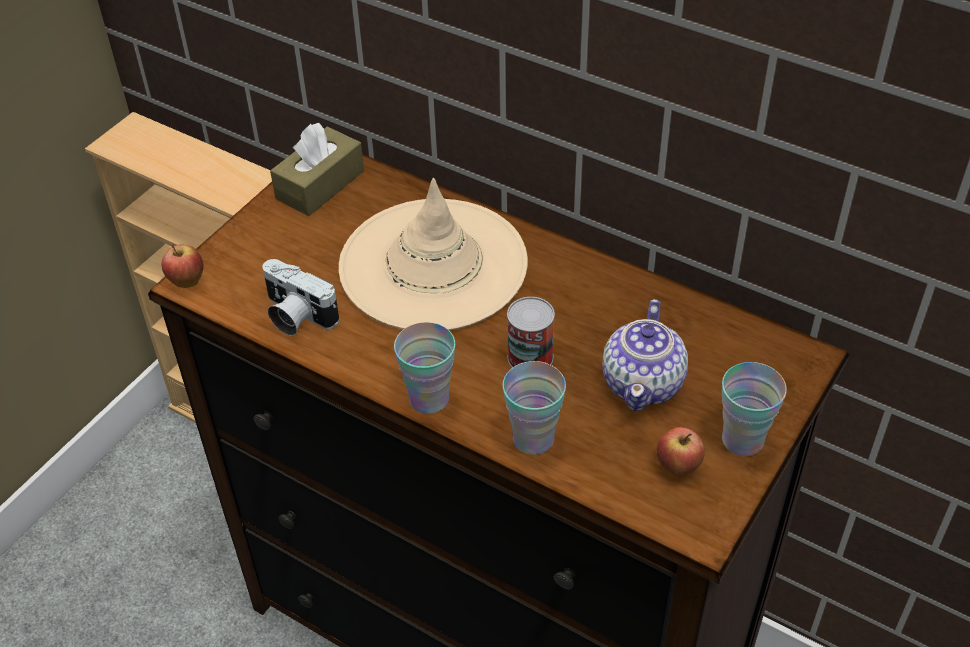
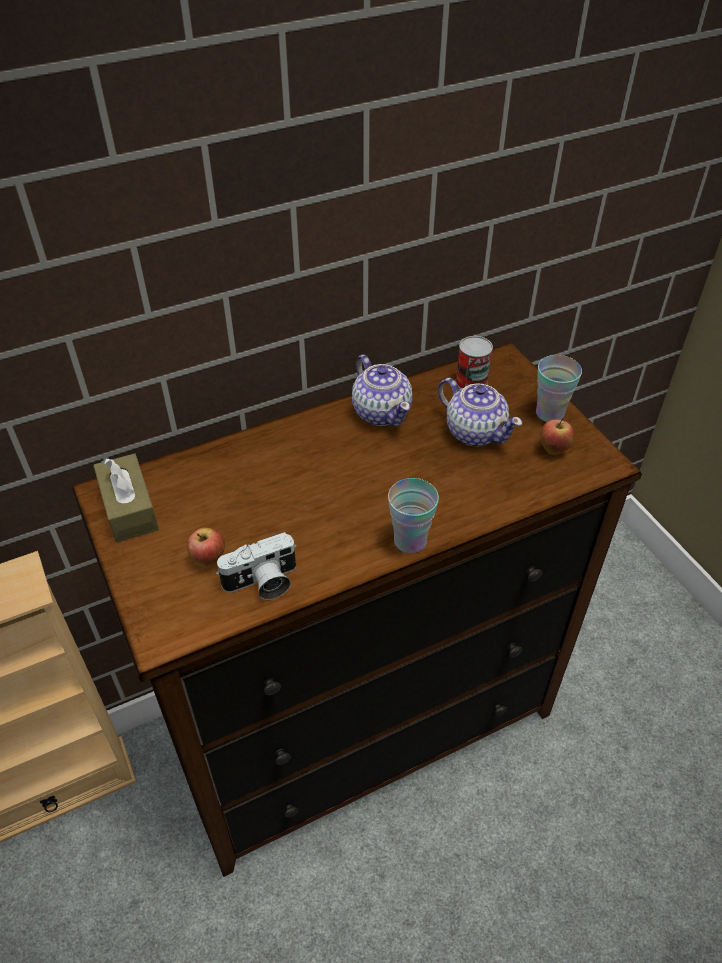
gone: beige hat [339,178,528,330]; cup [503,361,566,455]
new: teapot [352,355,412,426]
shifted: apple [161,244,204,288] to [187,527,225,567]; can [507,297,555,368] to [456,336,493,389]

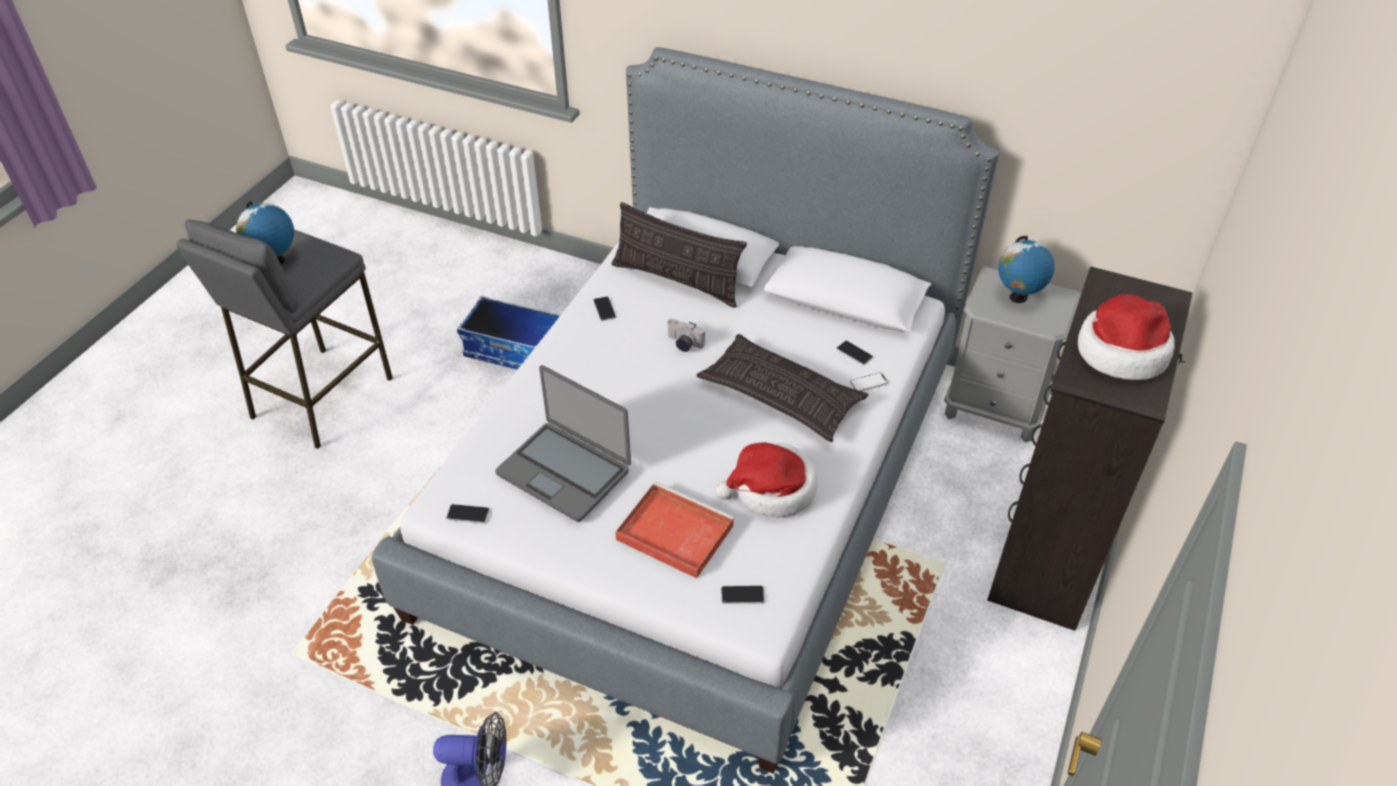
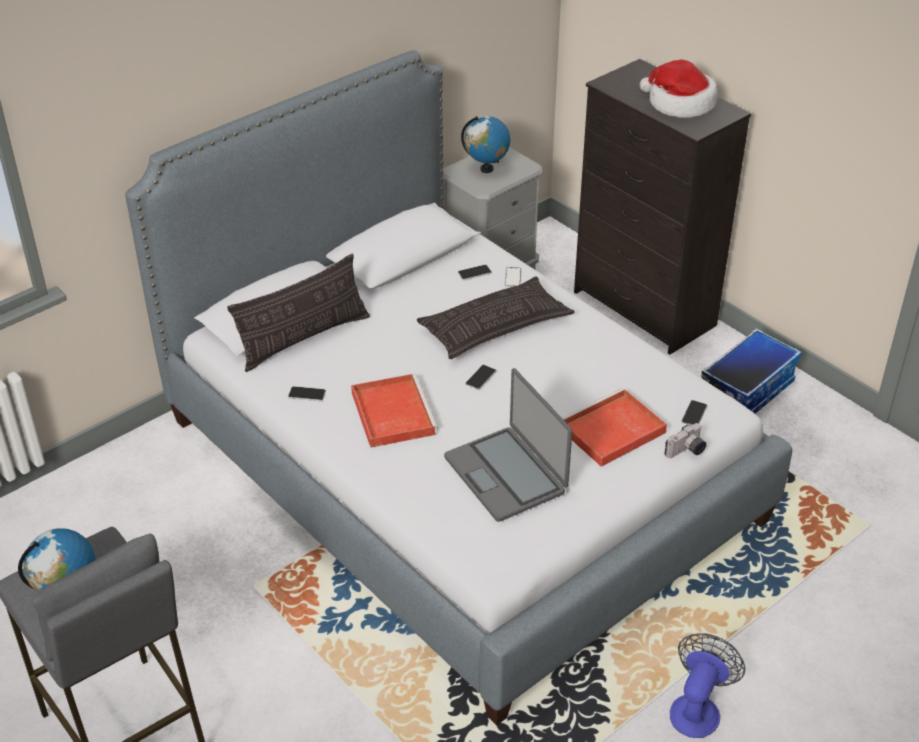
gone: hat [716,442,817,517]
new: red tray [351,374,438,448]
shifted: phone [446,504,489,523] to [465,365,496,390]; storage box [457,296,561,370] to [701,328,802,414]; photo camera [667,319,705,352] to [664,423,706,458]
rotated: laptop [495,365,631,522] = [444,368,572,522] 90 degrees clockwise

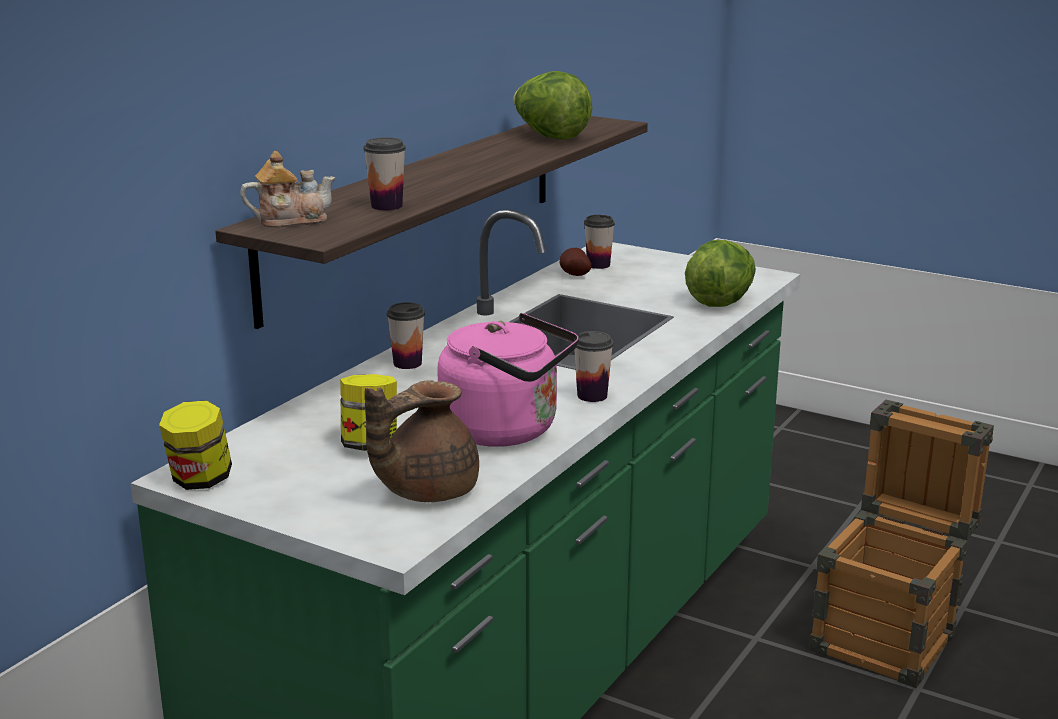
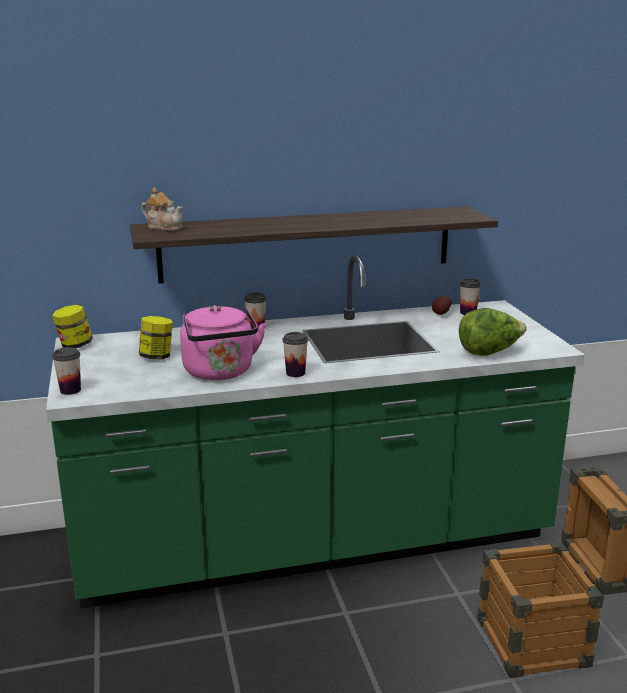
gone: brown teapot [365,380,479,502]; lettuce [513,71,592,140]
shifted: cup [363,137,406,210] to [52,347,81,395]

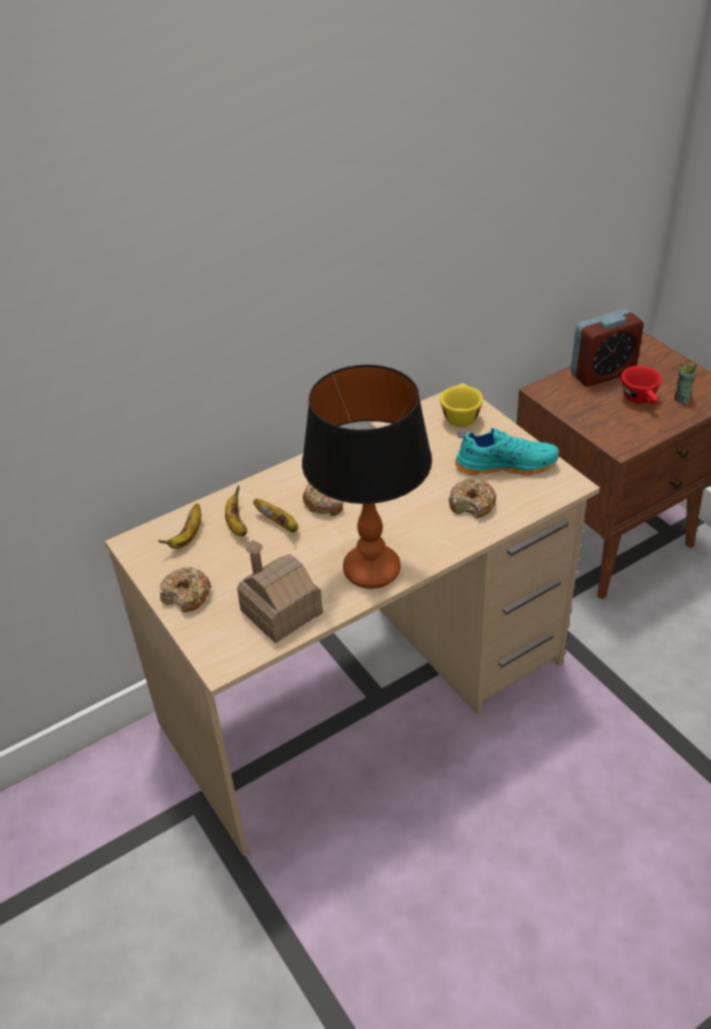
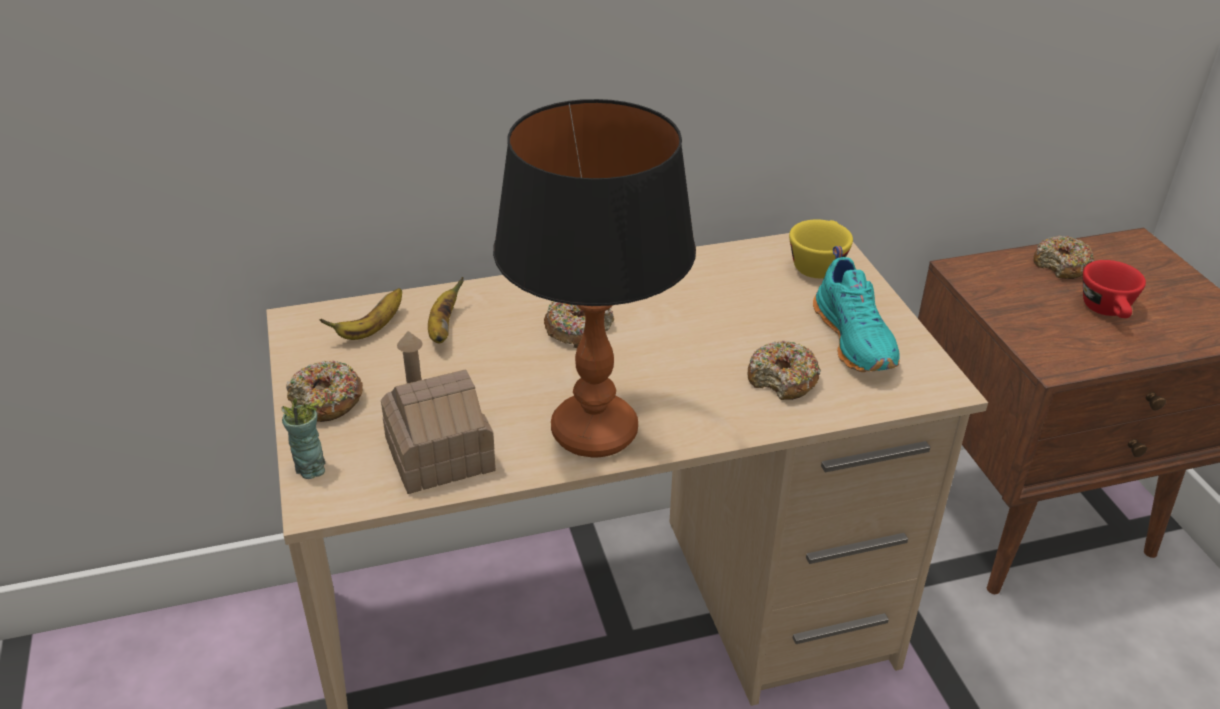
gone: banana [253,499,298,532]
shifted: cup [674,363,697,404] to [281,398,326,479]
swapped: alarm clock [571,309,644,387] to donut [1033,235,1094,279]
rotated: turquoise shoe [455,428,559,476] = [813,246,900,372] 60 degrees clockwise

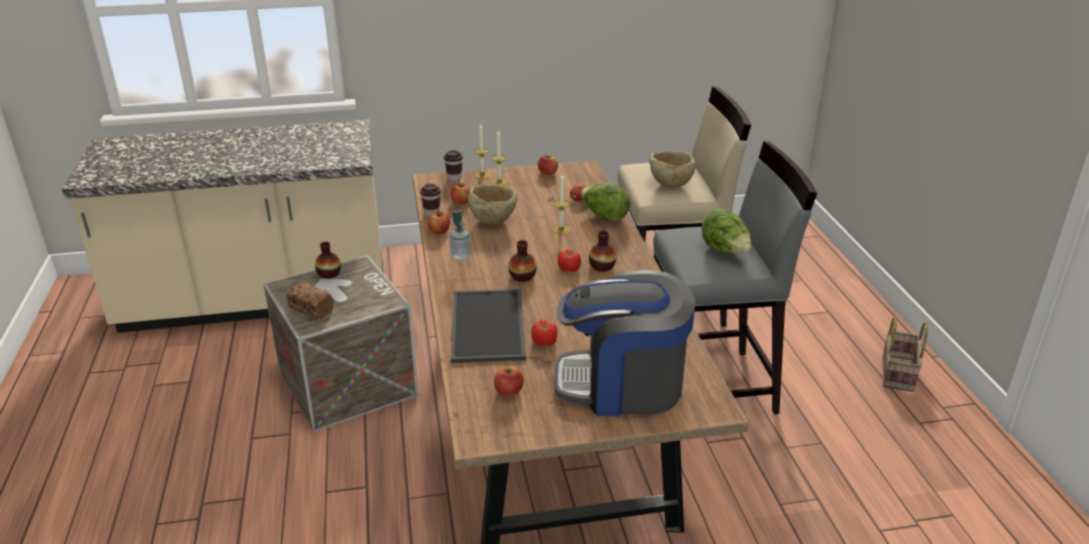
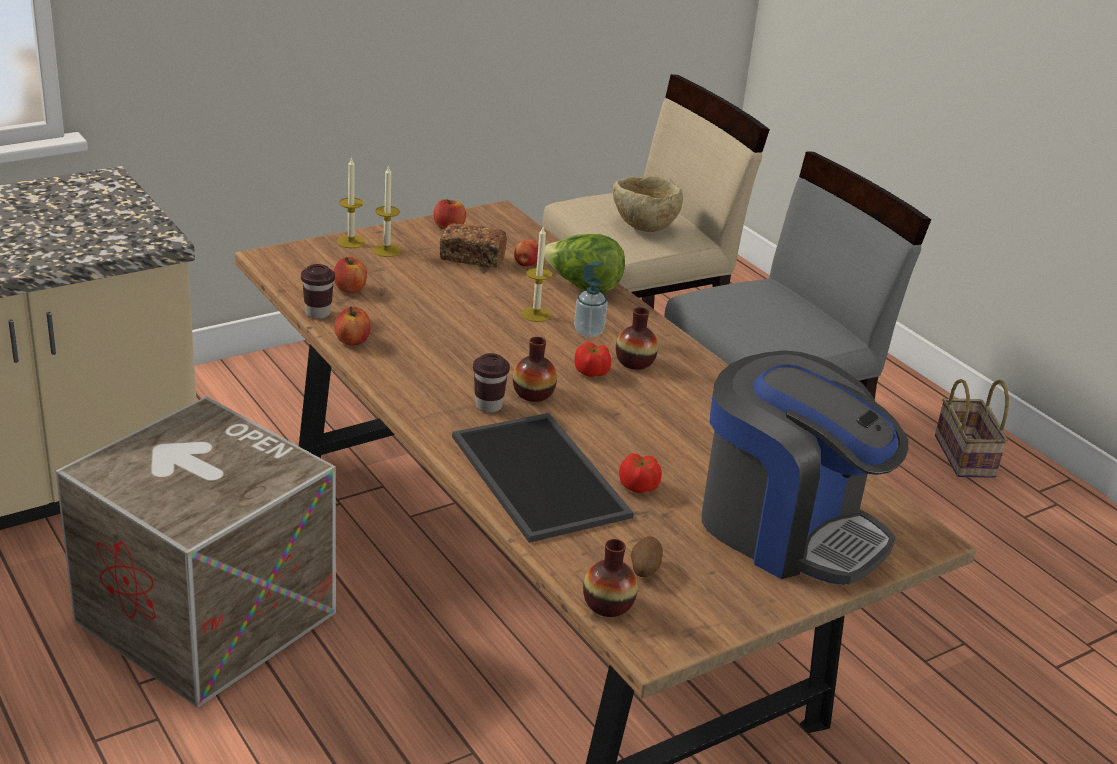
gone: beige bowl [468,184,517,225]; lettuce [702,208,751,253]
shifted: bread [286,283,334,319] to [440,223,507,268]; vase [315,242,341,279] to [583,539,638,617]; brown cup [444,150,463,181] to [473,353,510,413]; soap dispenser [450,210,471,261] to [574,261,608,337]
swapped: apple [494,366,524,397] to potato [631,536,663,577]
rotated: coffee machine [554,270,695,416] = [702,350,908,585] 120 degrees counterclockwise

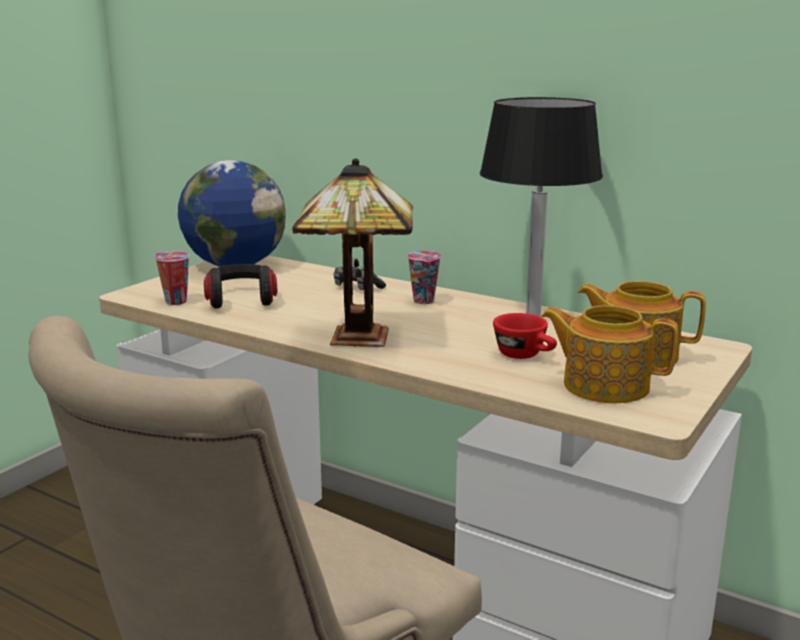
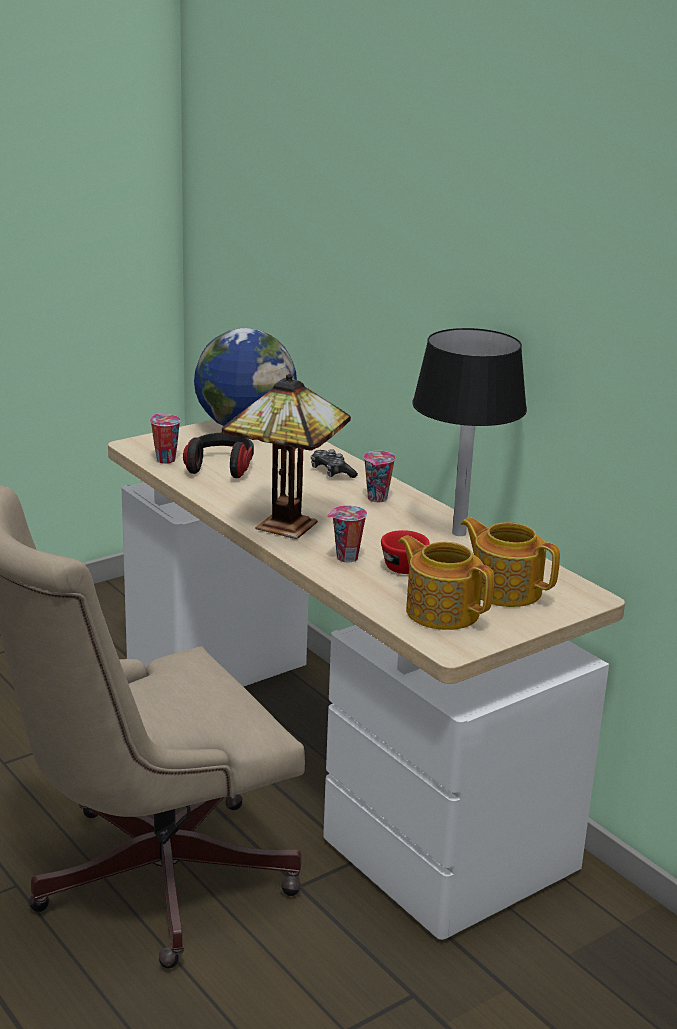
new: cup [327,505,367,562]

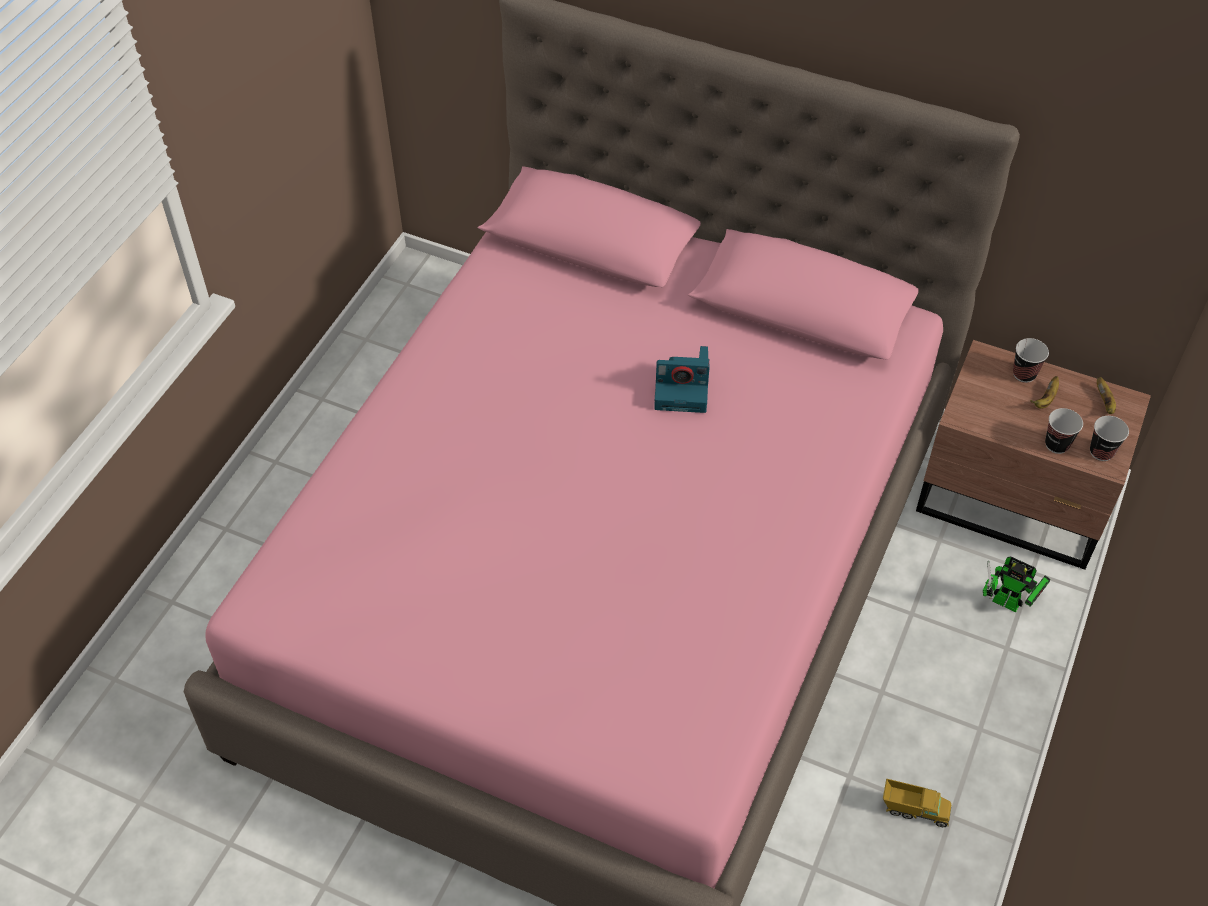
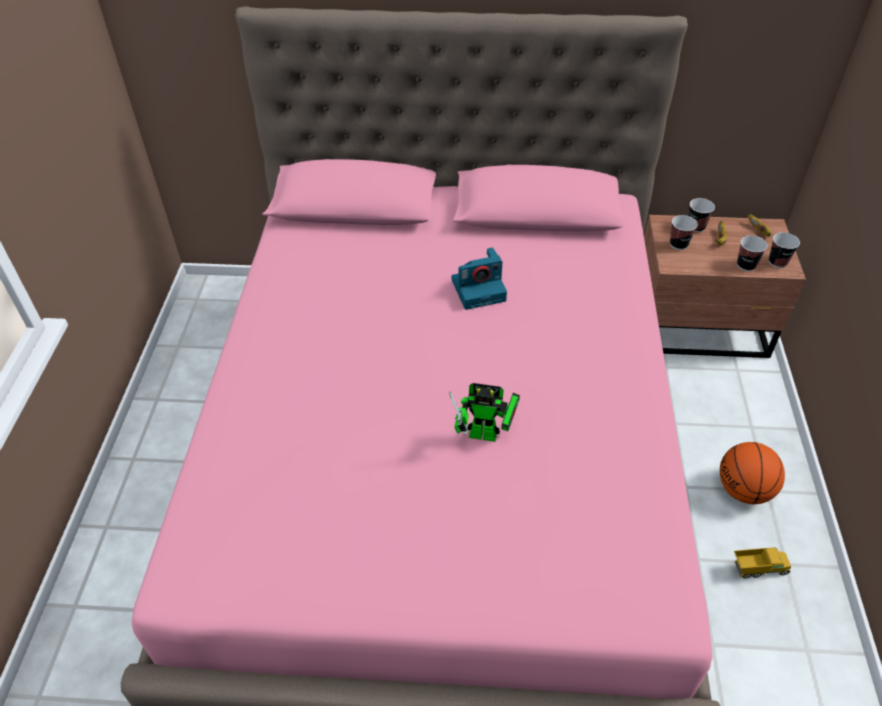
new: cup [670,215,698,250]; basketball [720,442,785,504]
shifted: toy robot [983,557,1050,612] to [449,383,520,442]

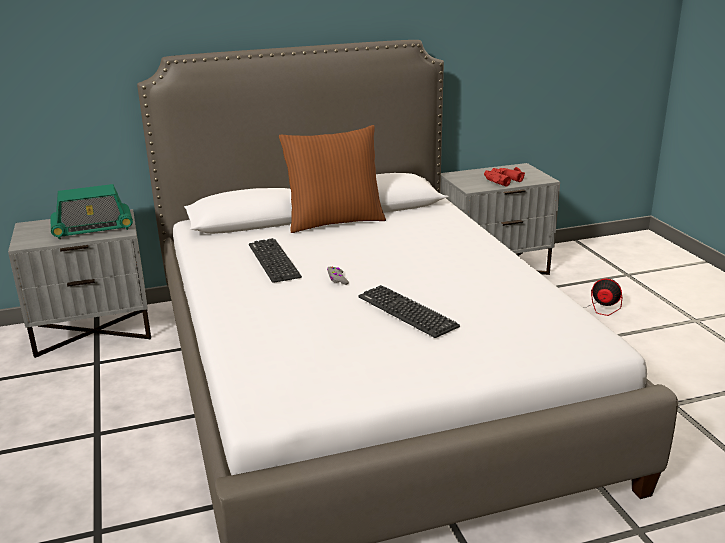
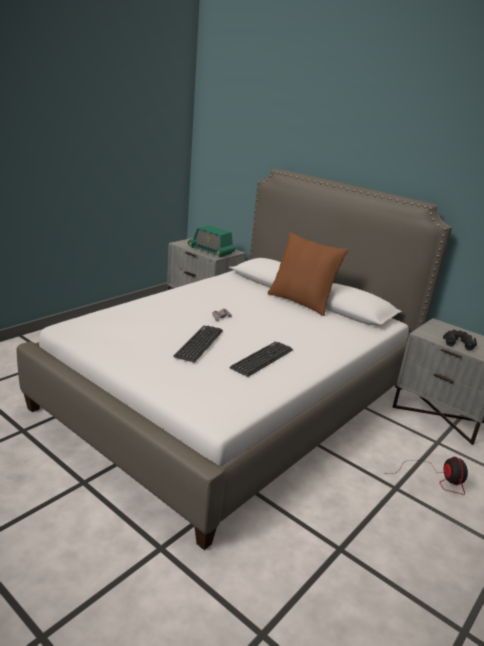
shifted: keyboard [249,238,302,283] to [229,342,293,377]
repainted: red binoculars [484,167,525,186] to black binoculars [443,330,477,350]

